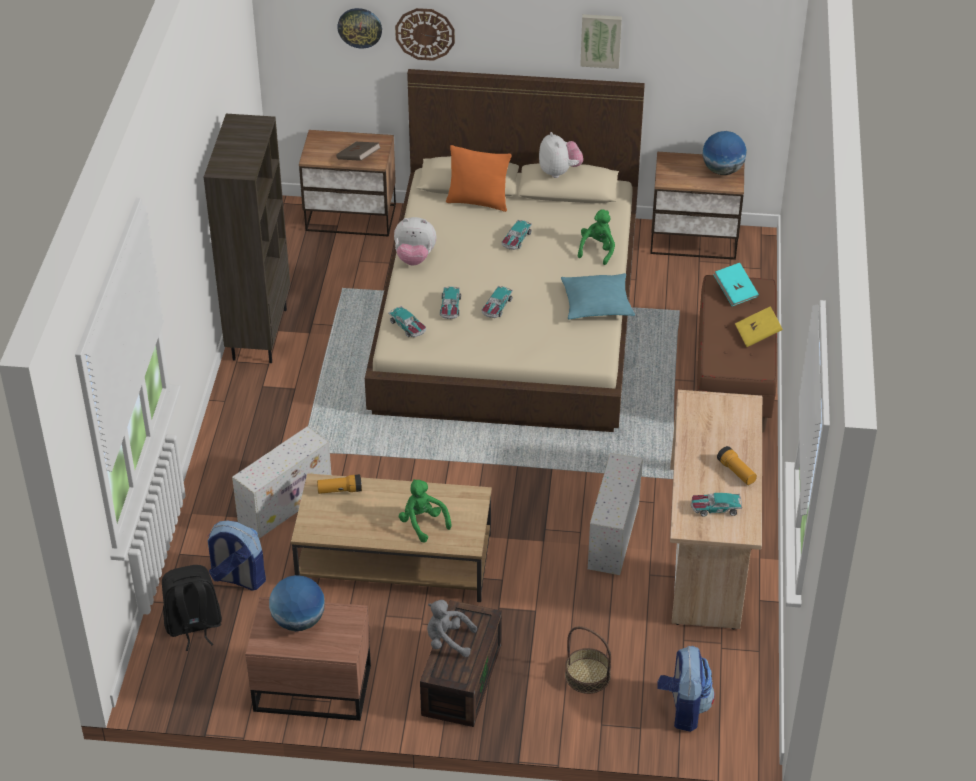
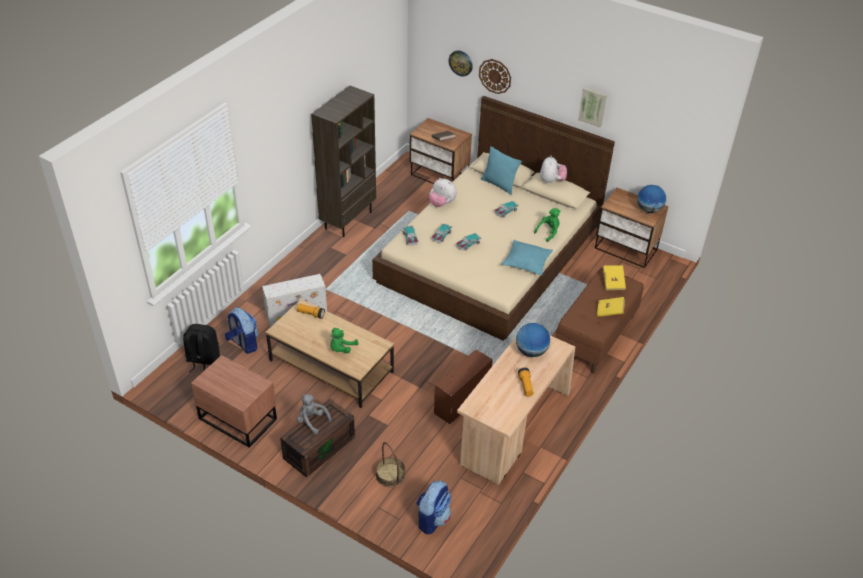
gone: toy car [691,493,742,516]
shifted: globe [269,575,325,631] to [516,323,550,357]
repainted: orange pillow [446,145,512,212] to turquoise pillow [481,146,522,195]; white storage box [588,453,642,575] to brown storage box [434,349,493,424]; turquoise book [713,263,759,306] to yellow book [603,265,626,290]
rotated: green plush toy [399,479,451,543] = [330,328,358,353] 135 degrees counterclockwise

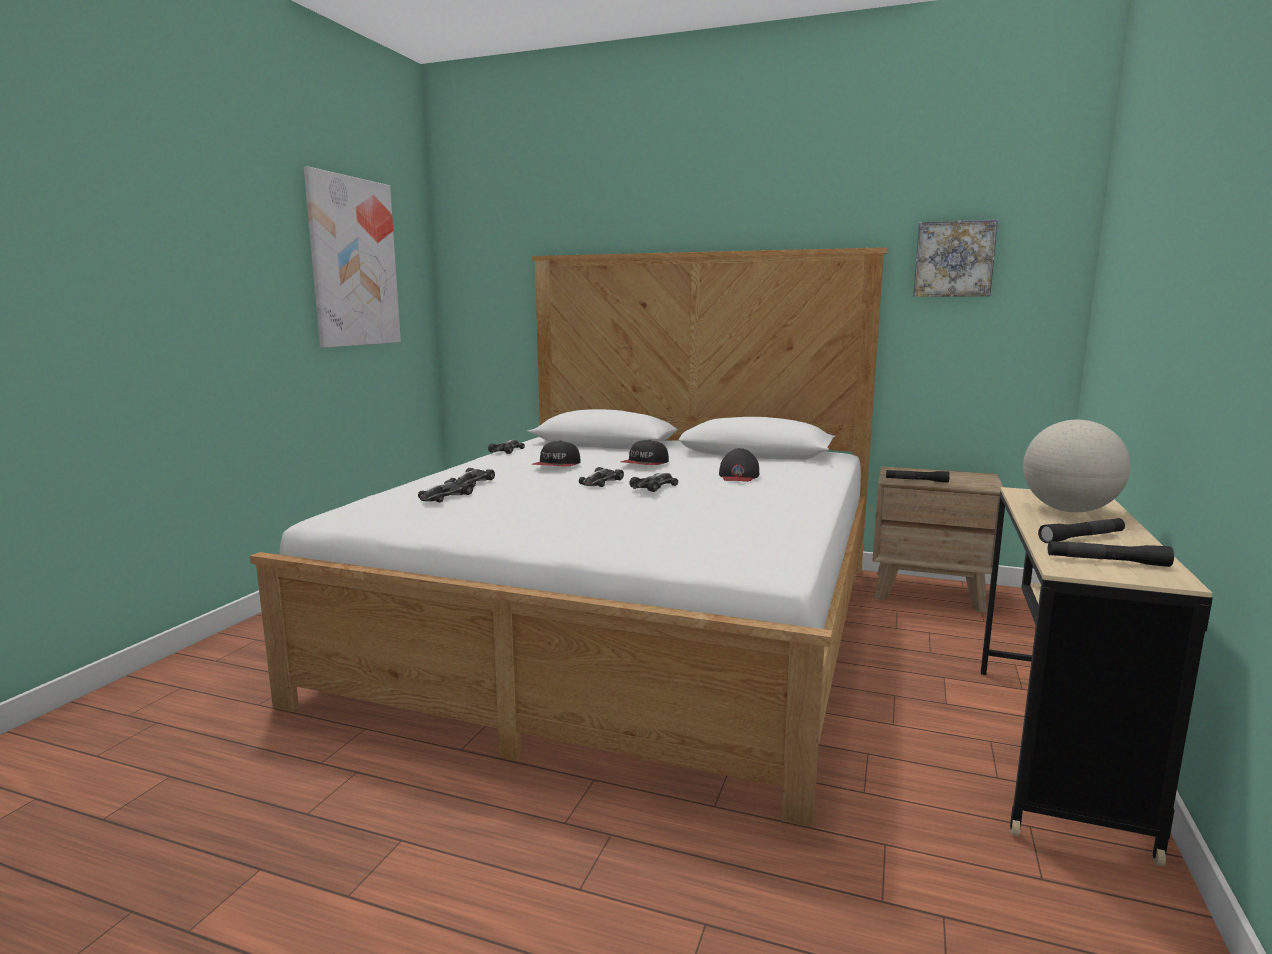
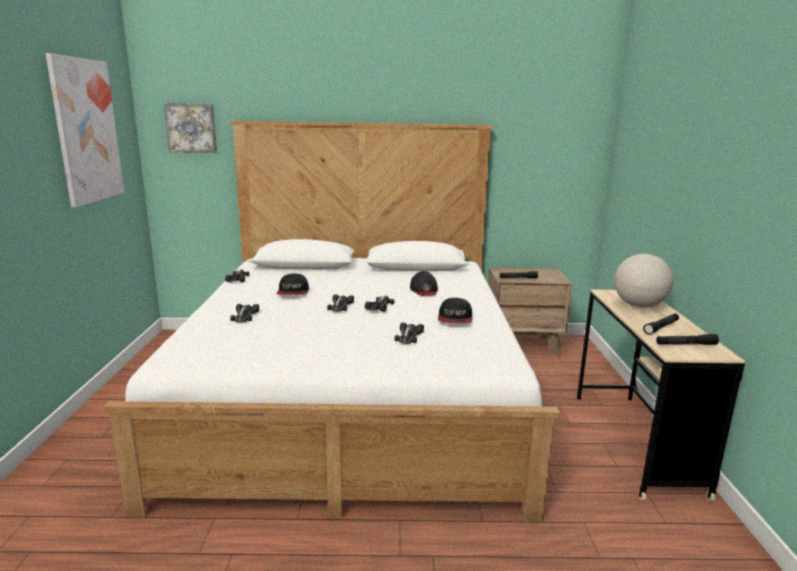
shifted: toy car [418,480,473,502] to [395,323,424,344]; cap [621,440,669,465] to [438,298,472,323]; picture [913,219,998,297] to [164,103,217,153]

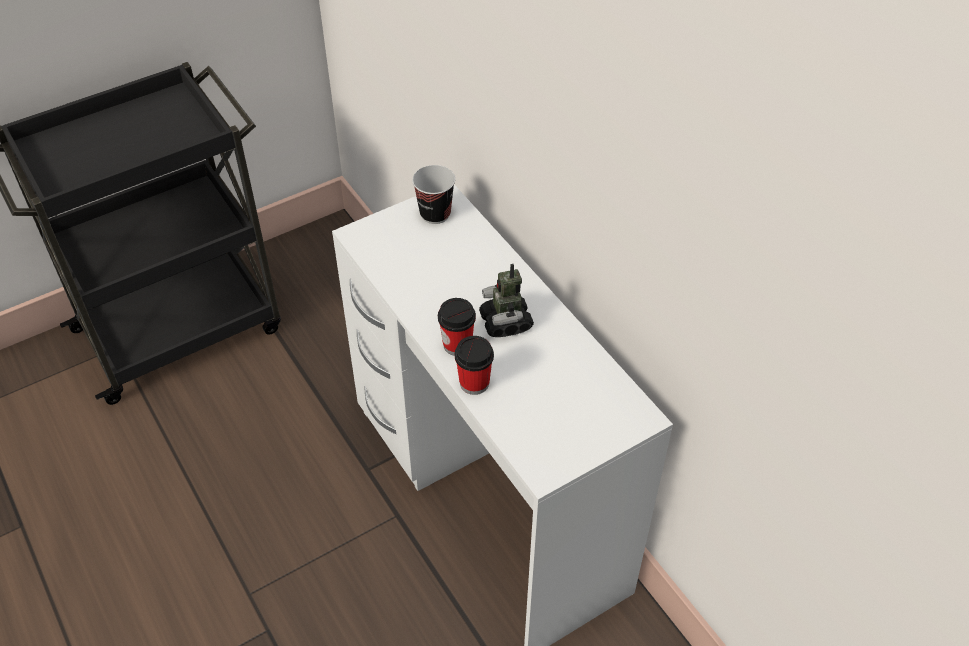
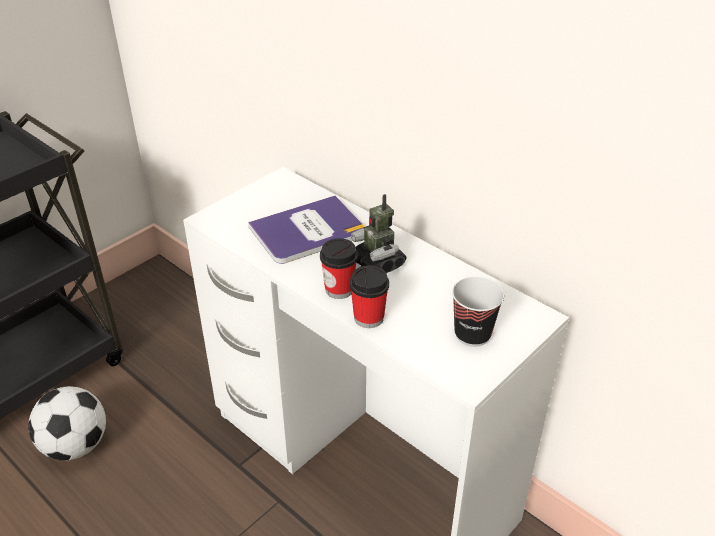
new: football [28,386,106,460]; book [248,196,365,264]
shifted: cup [412,165,455,224] to [452,277,504,347]

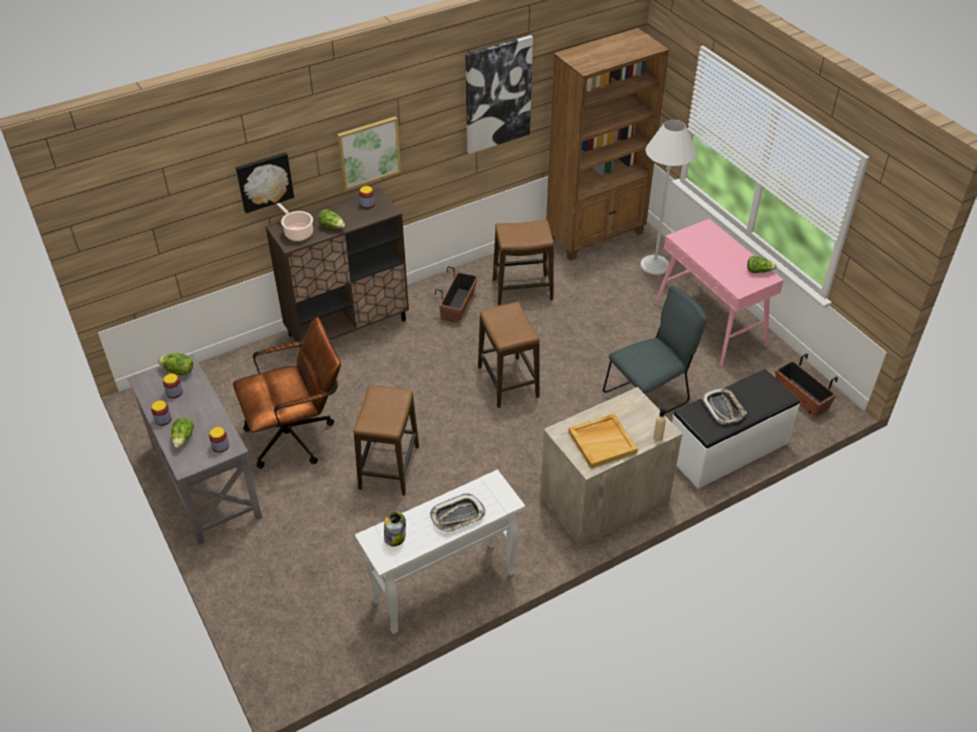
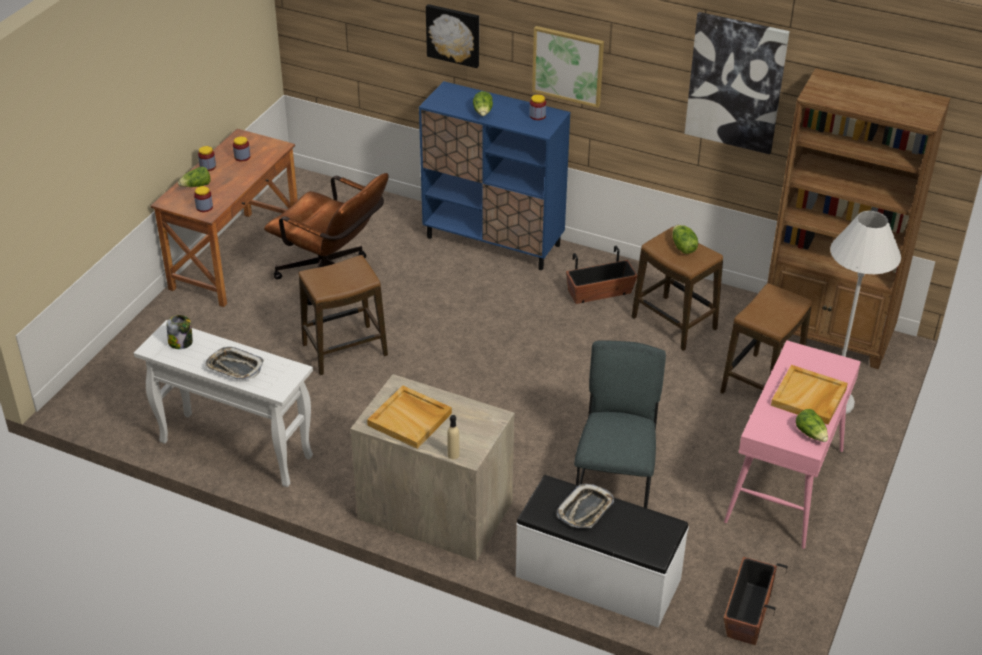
gone: cooking pot [276,203,313,241]
new: beige tray [771,365,848,425]
shifted: lettuce [158,353,193,375] to [673,225,698,254]; stool [478,302,540,408] to [720,283,812,394]
repainted: grey desk [127,354,262,545] to brown desk [151,129,298,307]; brown cabinet [265,188,409,349] to blue cabinet [419,81,570,270]
rotated: grey chair [603,286,707,413] = [574,340,666,508] 105 degrees counterclockwise

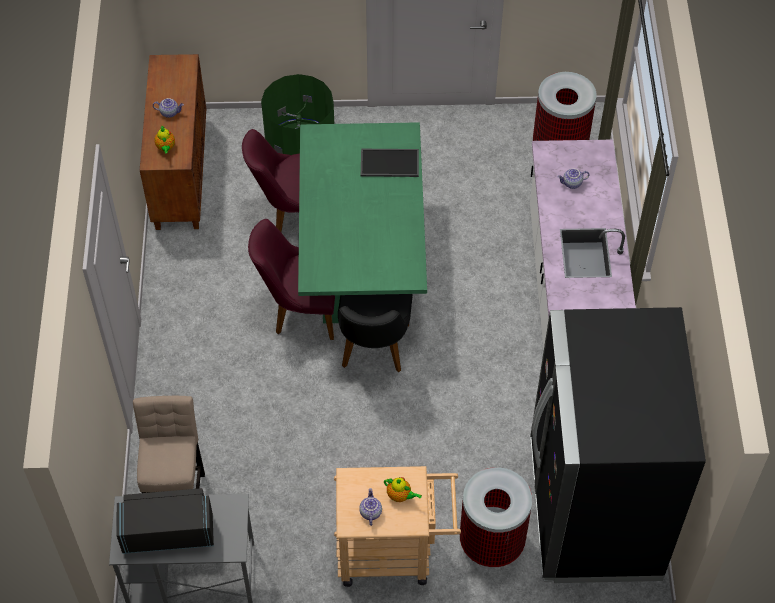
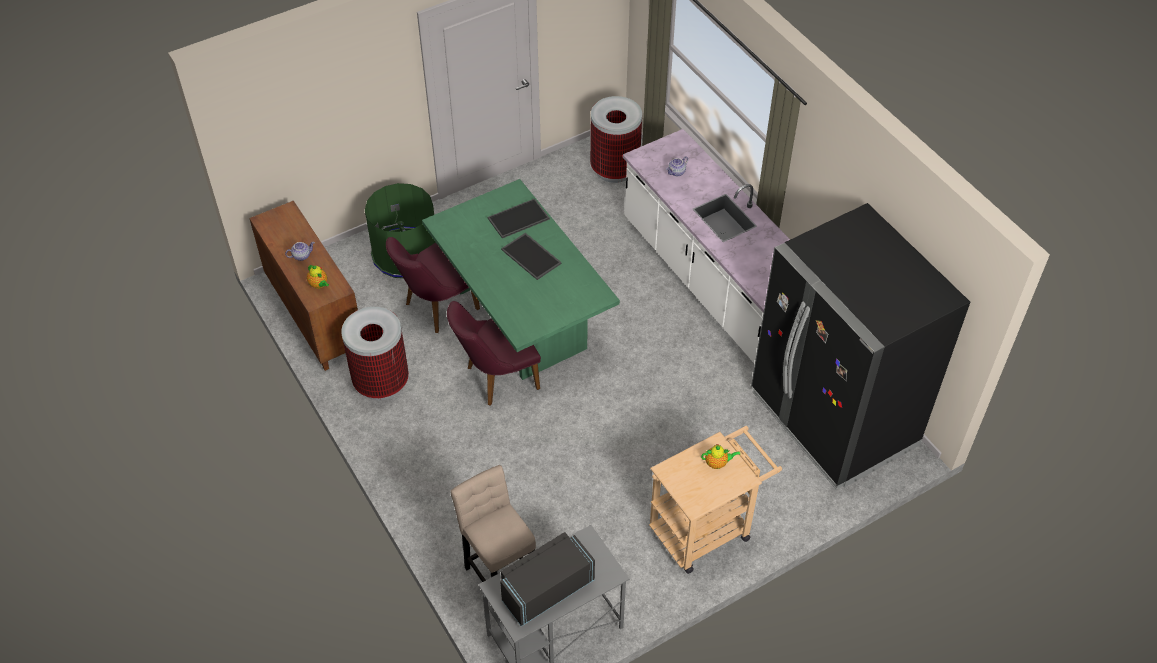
gone: black chair [338,294,412,372]; teapot [359,488,382,526]
new: tray [501,233,562,280]
shifted: trash can [460,467,532,567] to [341,307,409,400]

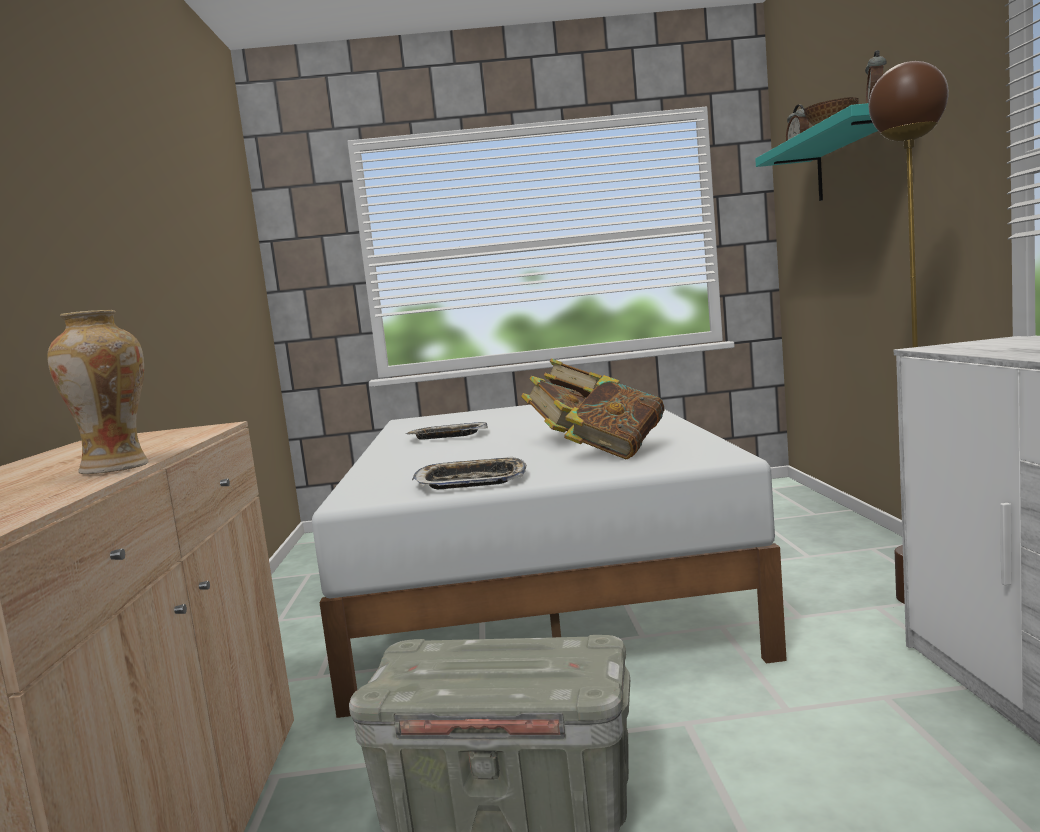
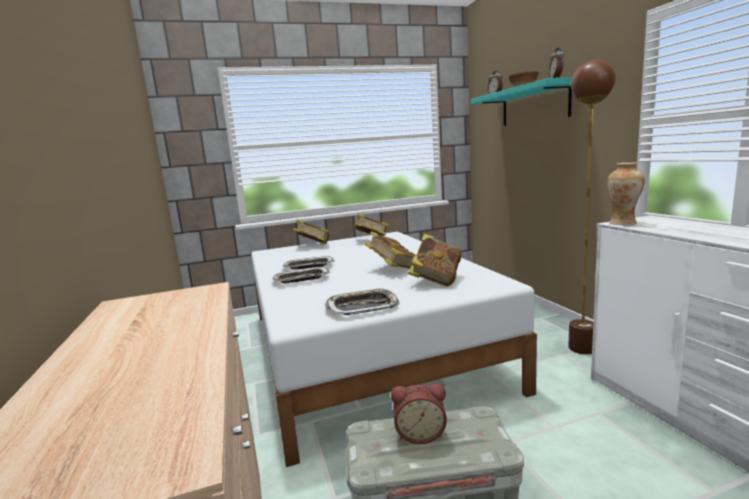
new: tray [272,267,331,283]; book [293,219,330,244]; alarm clock [391,383,447,444]
shifted: vase [47,310,149,474] to [607,163,645,225]

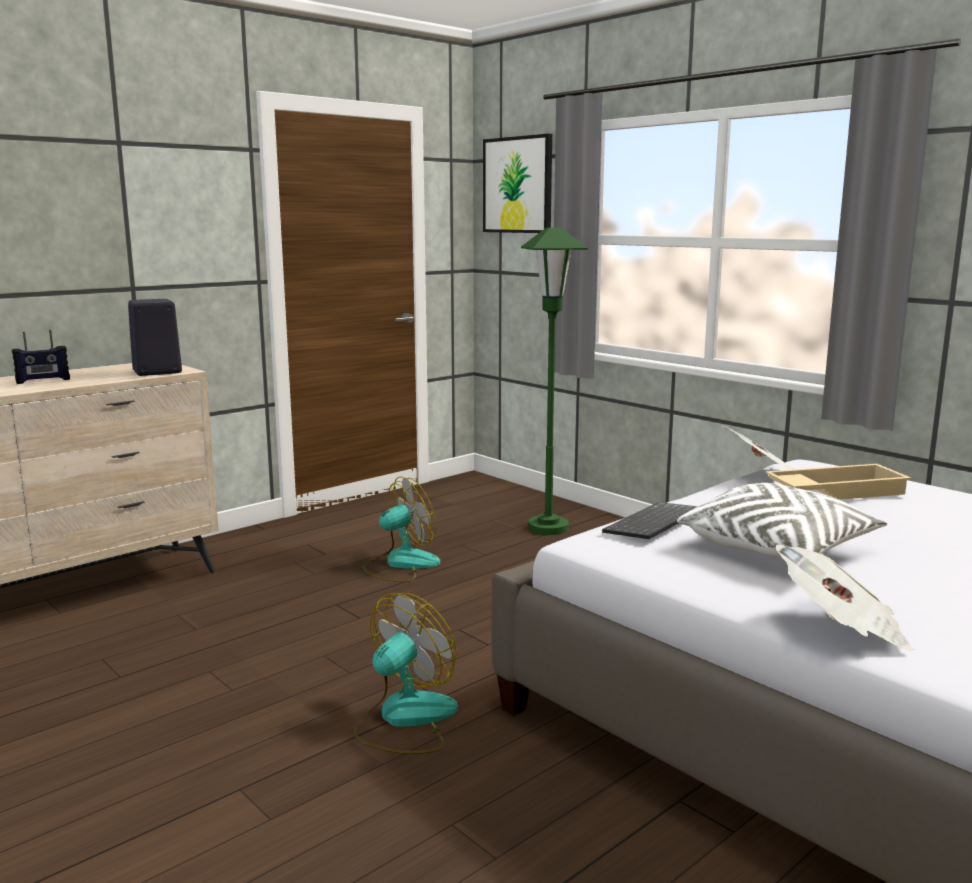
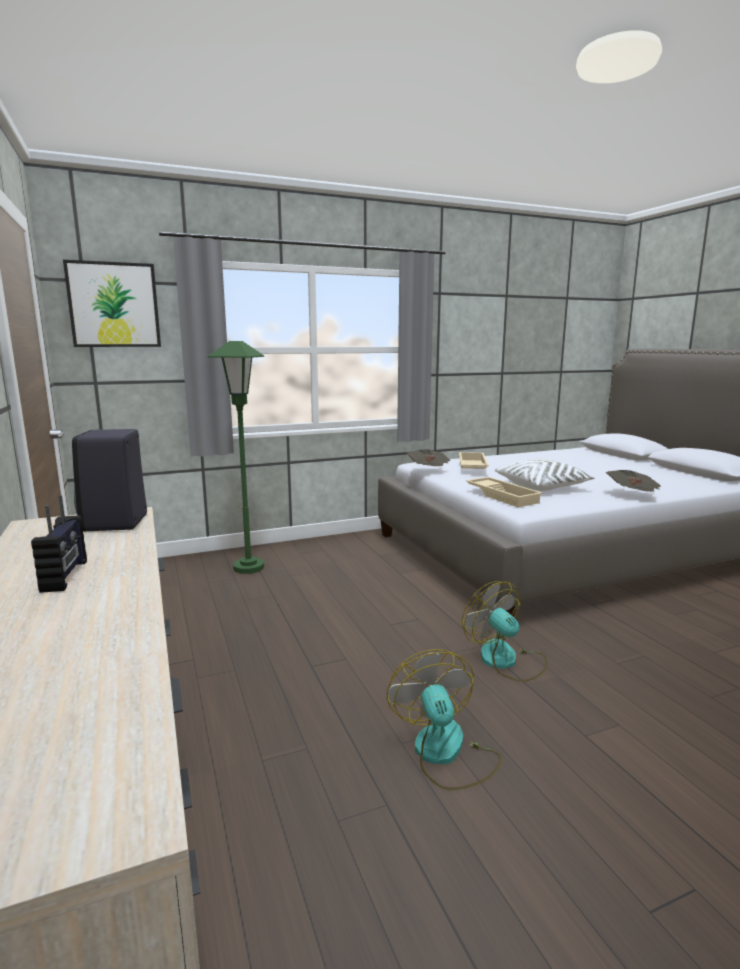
shifted: fan [362,477,440,582] to [387,649,502,791]
swapped: keyboard [602,502,698,539] to beige tray [466,477,543,507]

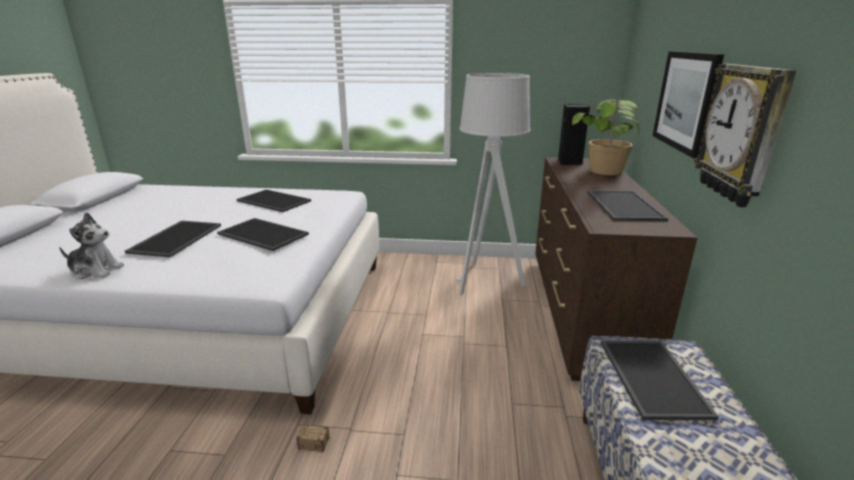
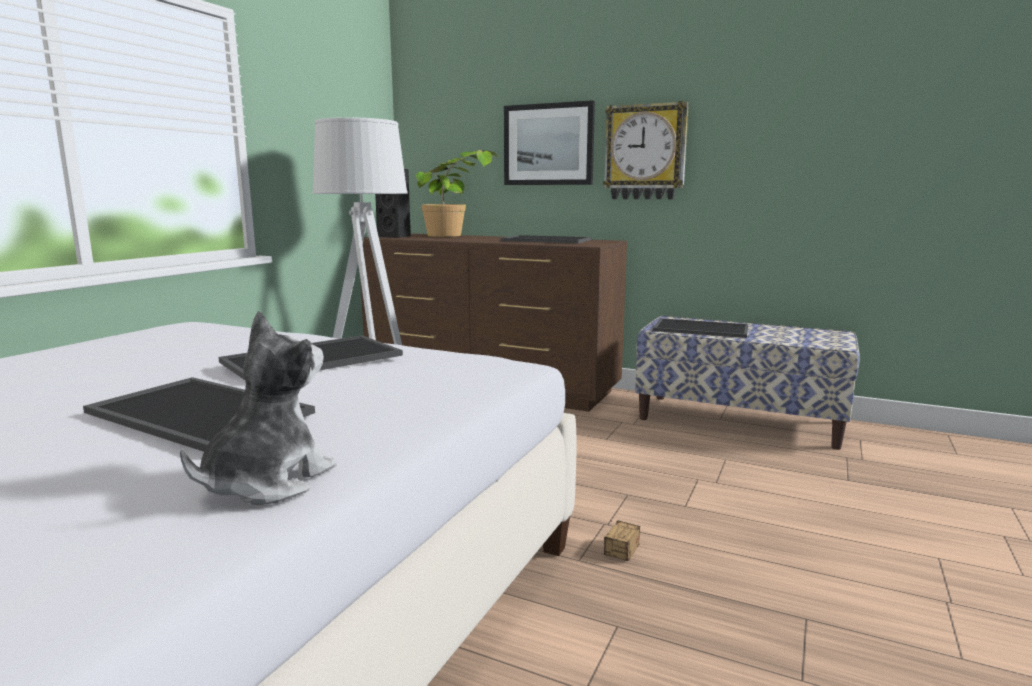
gone: tray [237,189,311,212]

